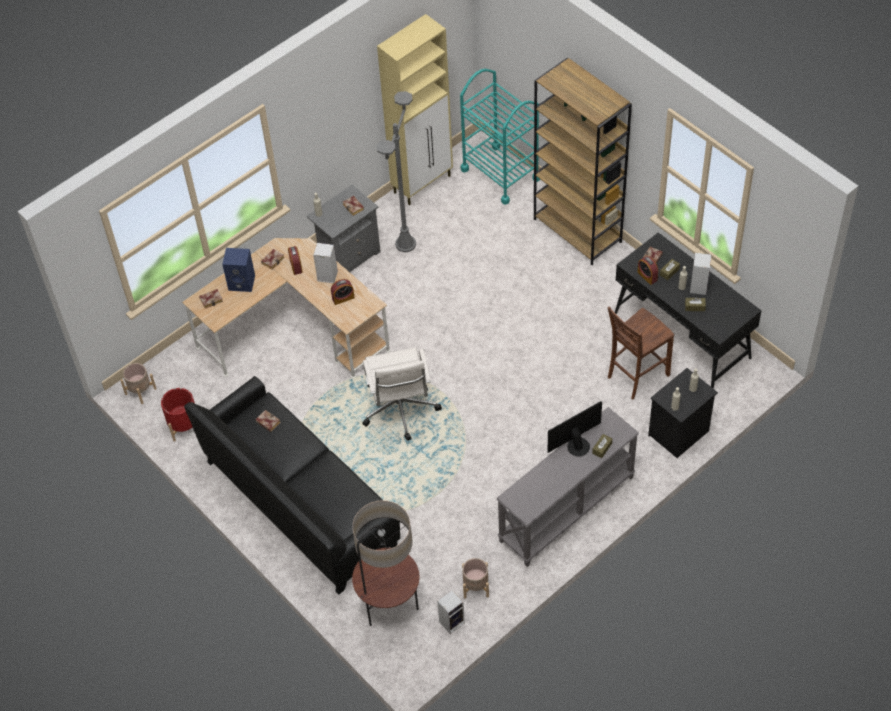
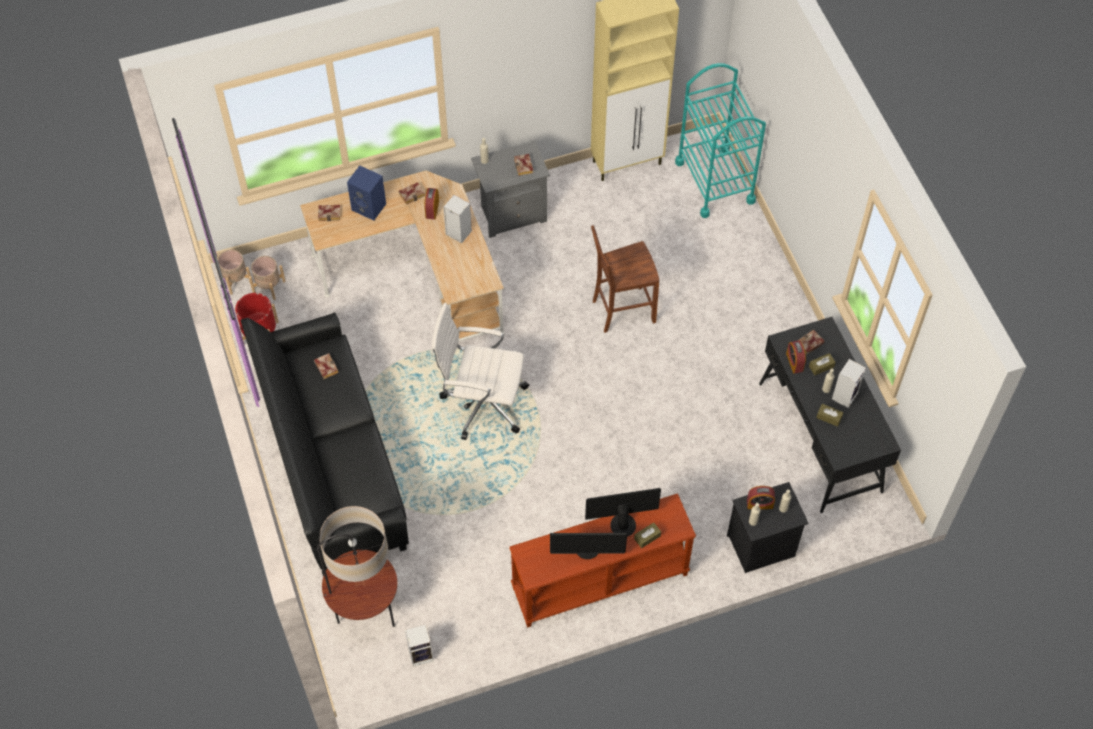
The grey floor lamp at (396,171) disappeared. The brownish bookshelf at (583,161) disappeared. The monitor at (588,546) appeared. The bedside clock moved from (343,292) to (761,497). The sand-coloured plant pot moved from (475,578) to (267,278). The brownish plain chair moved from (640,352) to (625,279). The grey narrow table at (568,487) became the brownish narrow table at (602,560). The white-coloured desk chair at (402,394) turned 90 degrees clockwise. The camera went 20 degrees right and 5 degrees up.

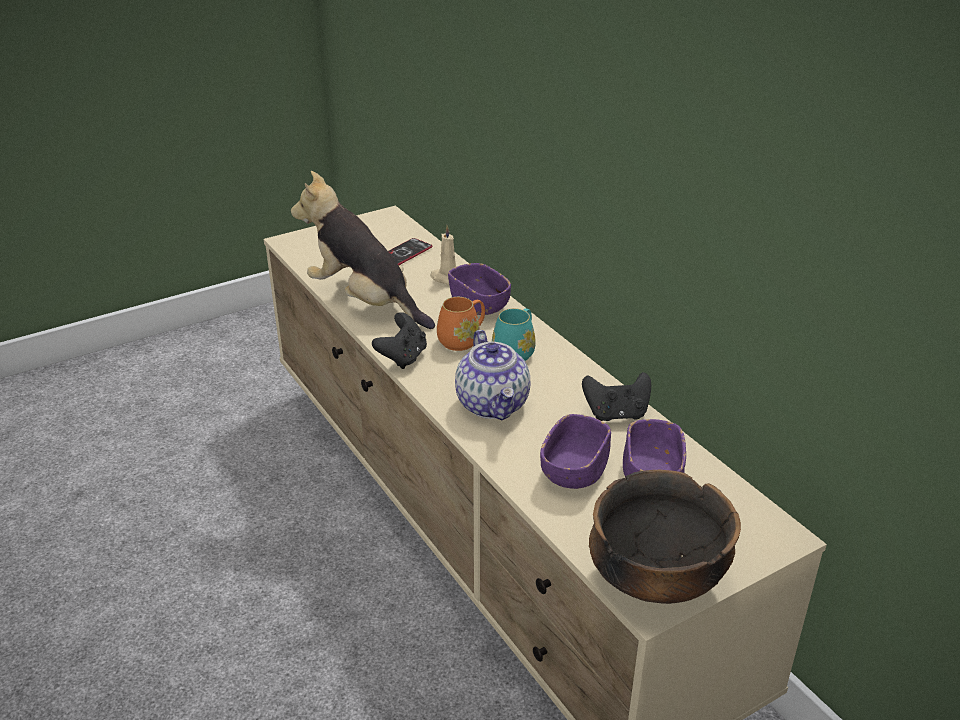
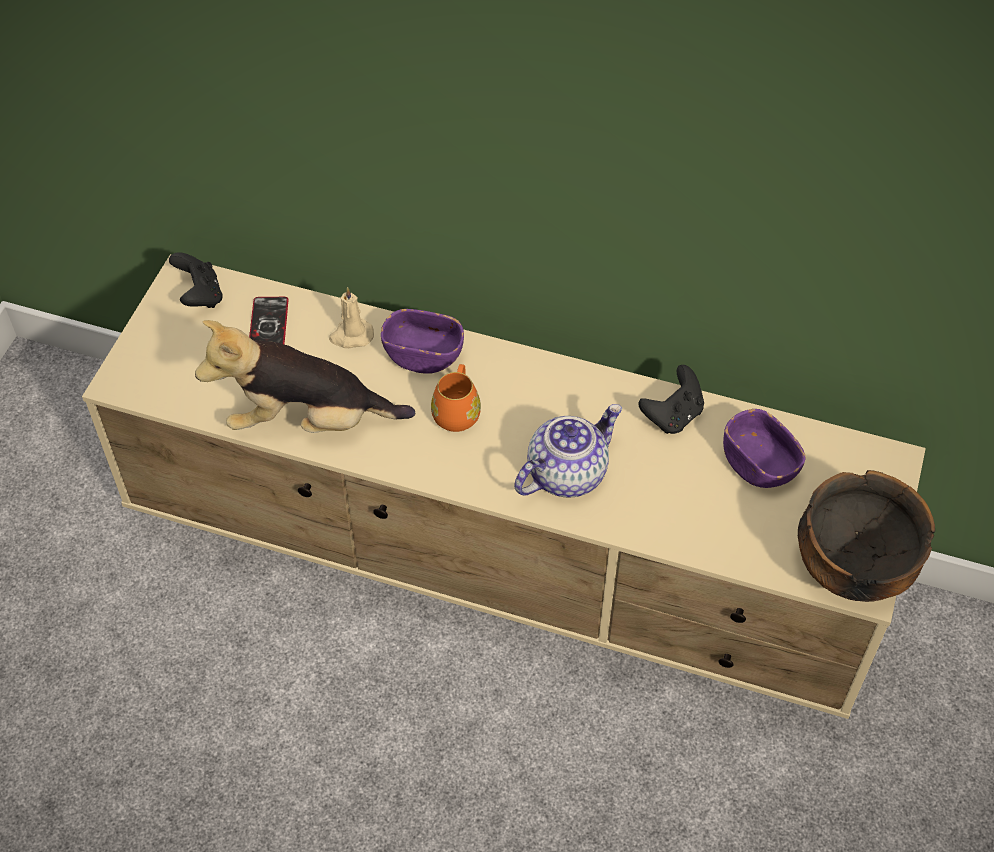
The turquoise-coloured mug at (514,334) disappeared. The purple deep dish at (575,451) disappeared. The black-coloured game controller moved from (399,340) to (196,280). The tea pot at (492,375) turned 75 degrees counterclockwise. The camera went 40 degrees left and 20 degrees up.

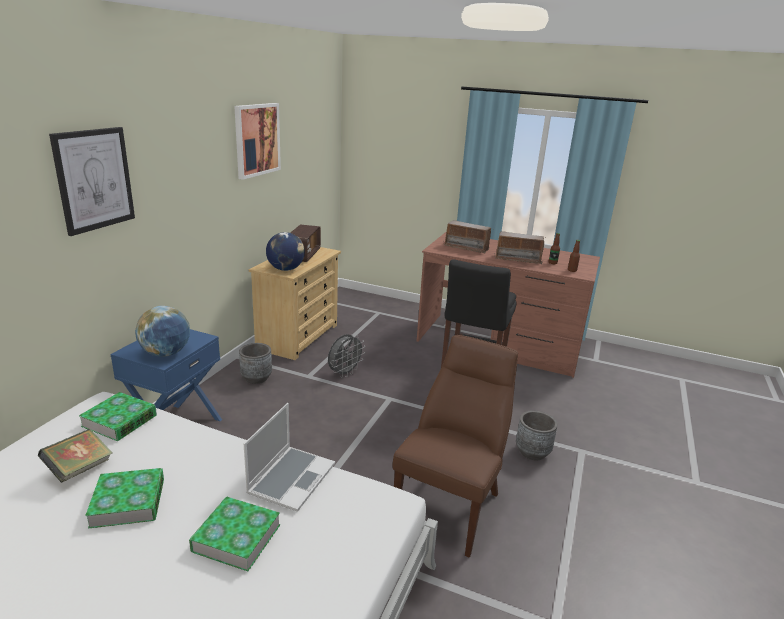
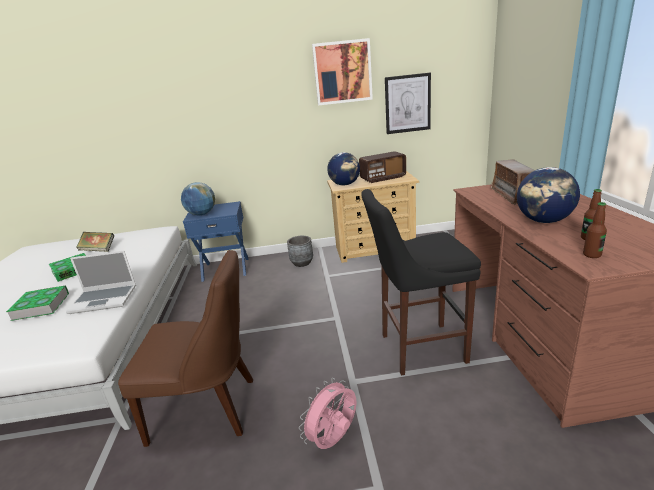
The bound book at (118,416) disappeared. The grey fan at (346,355) disappeared. The picture moved from (92,181) to (408,103). The radio at (519,247) was replaced by the world globe at (548,195). The grey plant pot at (537,435) was replaced by the pinkish fan at (328,413). The camera went 65 degrees right and 0 degrees up.

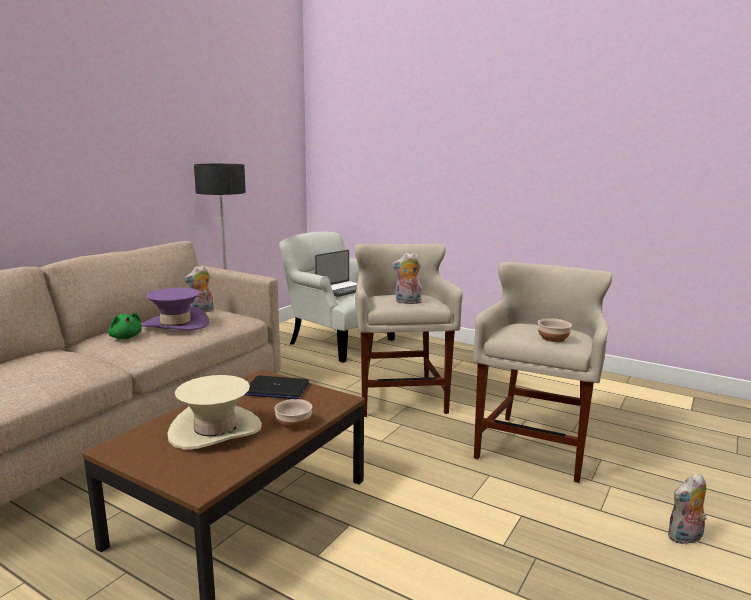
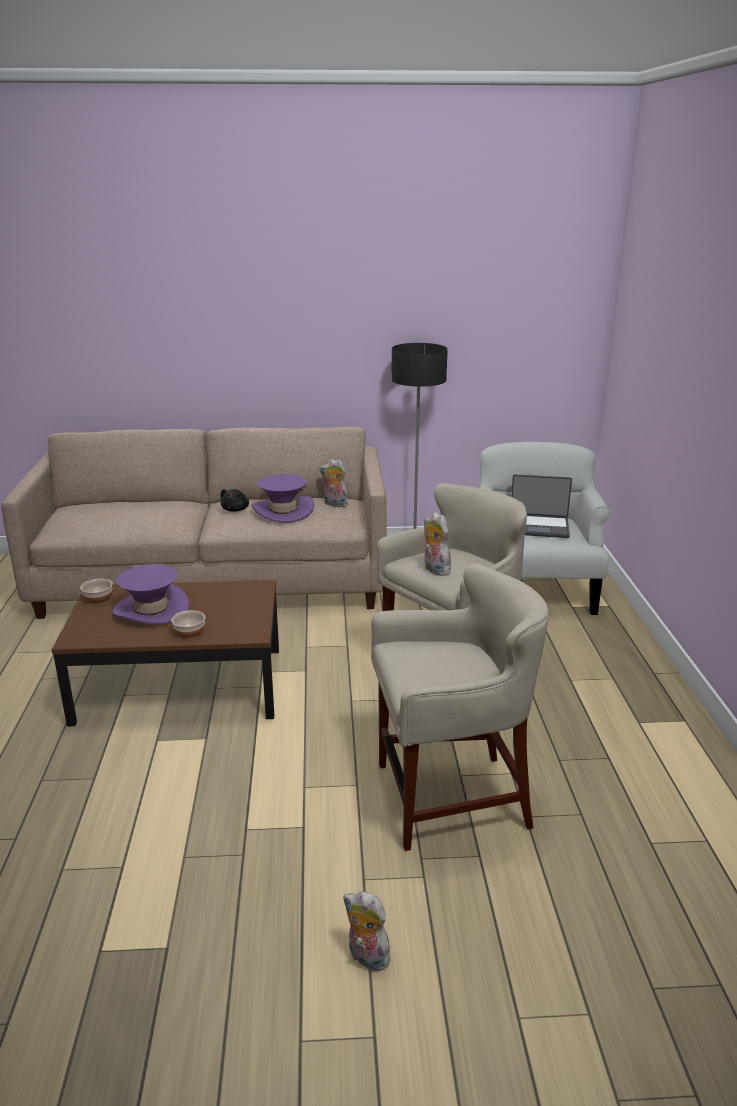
The portable computer at (277,387) disappeared. The deep dish moved from (555,330) to (96,591). The green-coloured cuddly toy at (125,326) became the black-coloured cuddly toy at (235,500). The sand-coloured hat at (214,412) became the purple hat at (151,594). The camera went 55 degrees right and 10 degrees up.

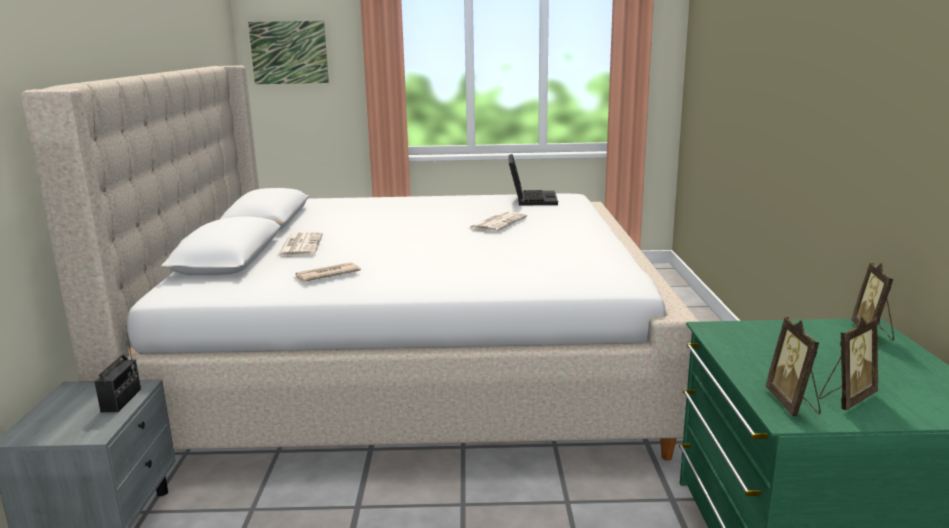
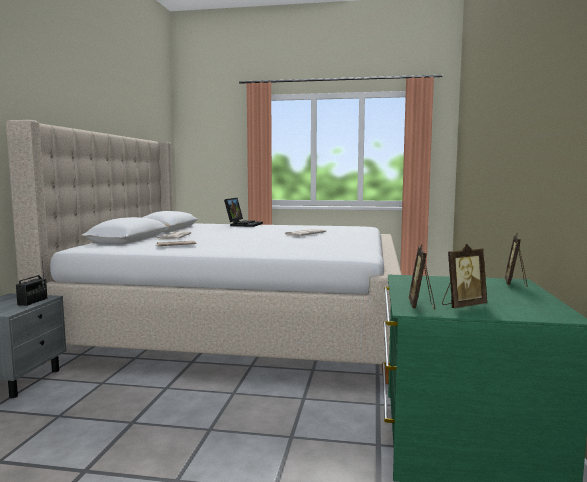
The picture at (288,52) disappeared. The portable computer moved from (533,179) to (243,212). The camera went 10 degrees right and 10 degrees down.

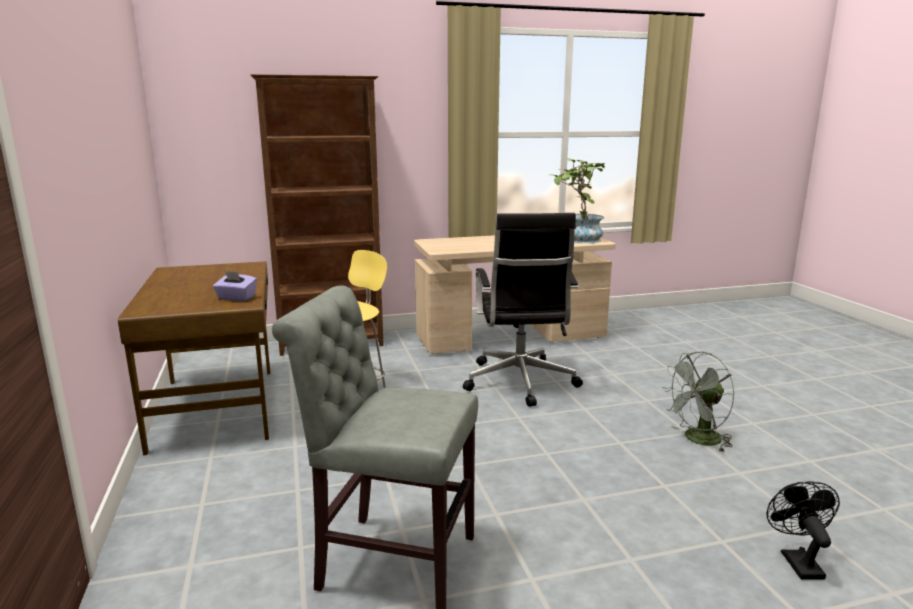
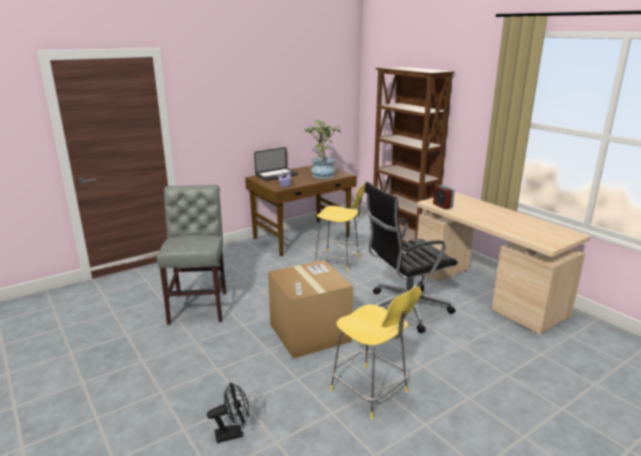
The portable computer at (276,164) appeared. The packing box at (310,309) appeared. The bedside clock at (443,197) appeared. The plant in a pot moved from (577,200) to (321,149). The grey fan at (698,402) was replaced by the yellow-coloured stool seat at (375,352). The camera went 70 degrees right and 5 degrees up.

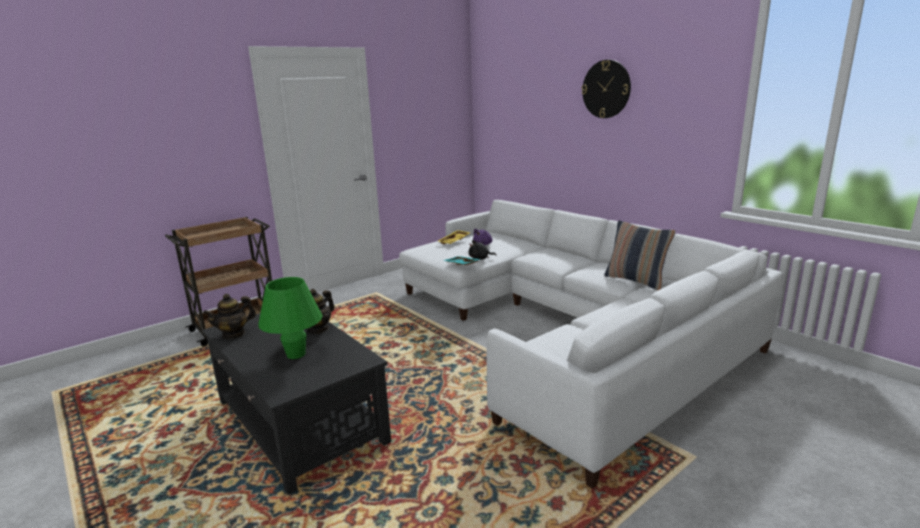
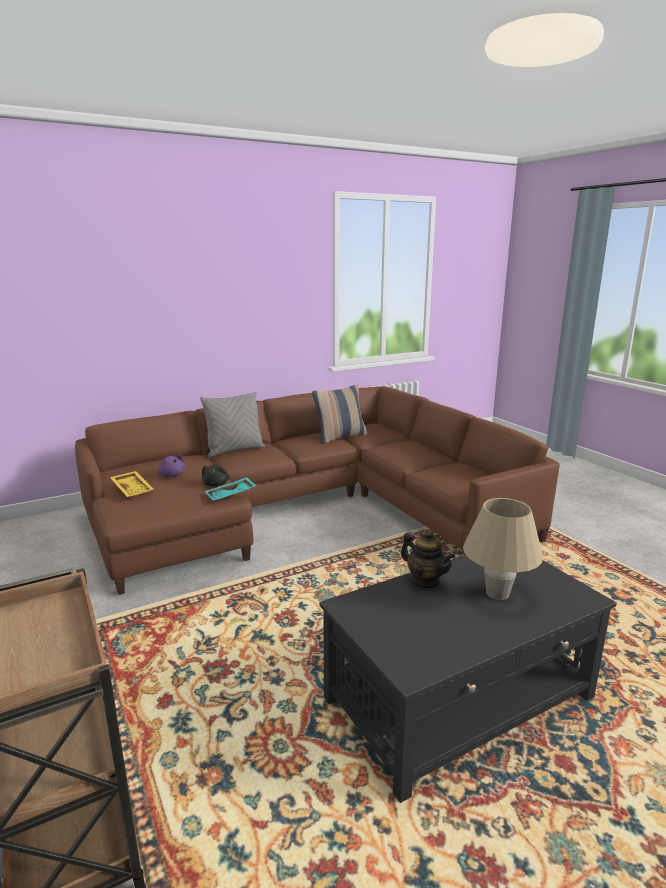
The tea pot at (229,316) disappeared. The hanging clock at (606,89) disappeared. The grey pillow at (232,424) appeared. The green-coloured table lamp at (290,318) became the sand-coloured table lamp at (503,549). The white-coloured couch at (591,344) became the brownish couch at (317,490). The camera went 80 degrees left and 0 degrees up.

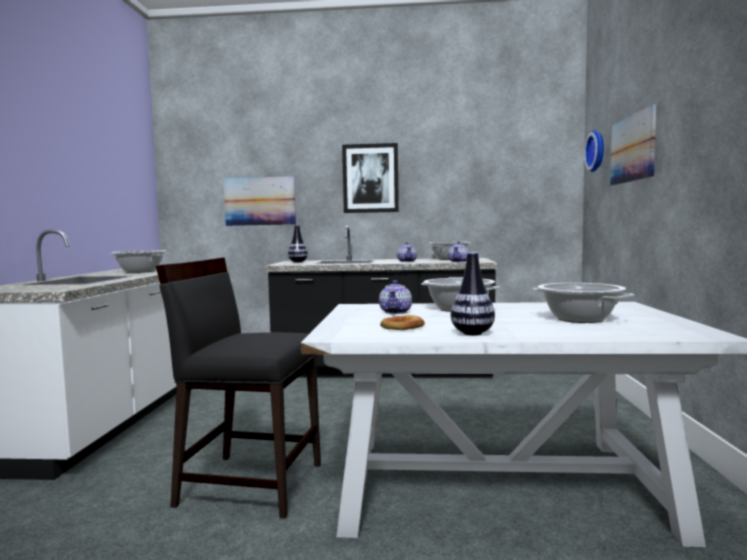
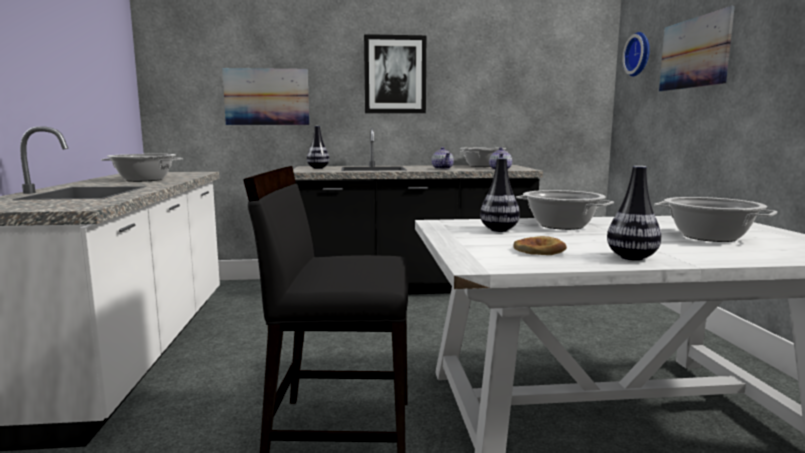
The tea pot at (395,297) was replaced by the decorative vase at (500,195). The camera went 10 degrees left and 5 degrees up.

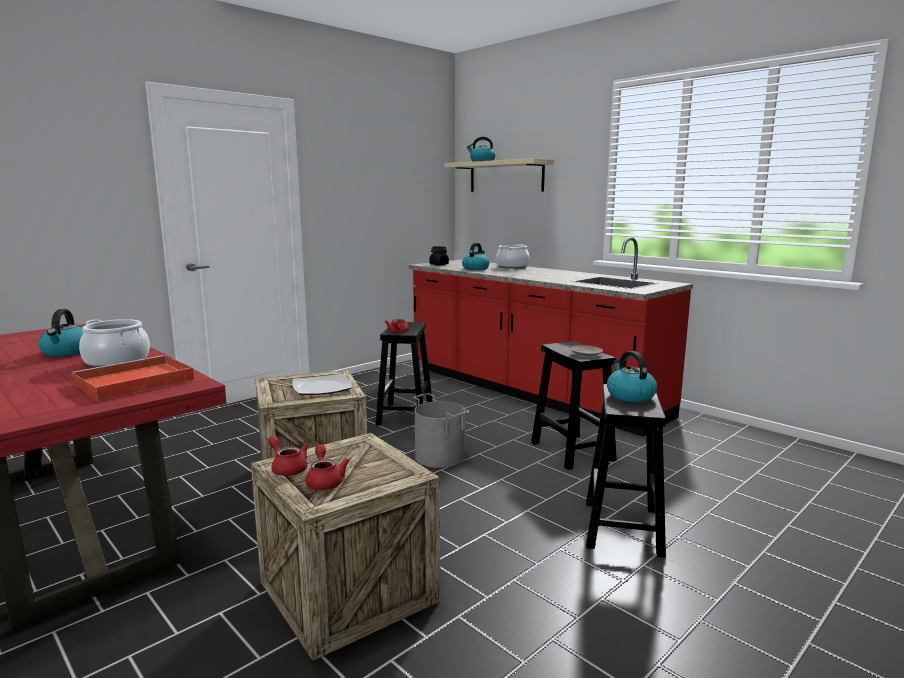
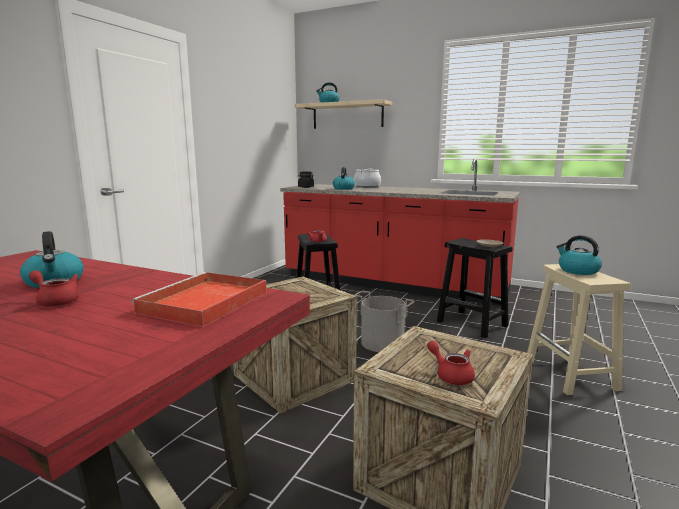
The cooking pot at (114,343) disappeared. The dinner plate at (322,384) disappeared. The reddish tea pot moved from (288,456) to (54,289). The black-coloured stool seat at (626,470) became the sand-coloured stool seat at (579,329). The camera went 20 degrees left and 0 degrees up.

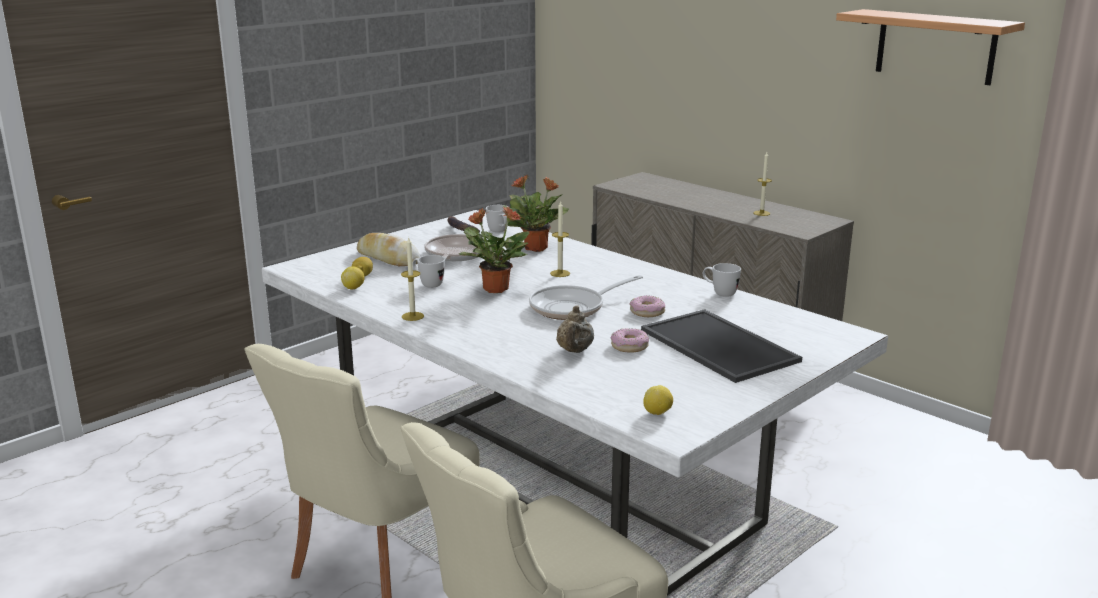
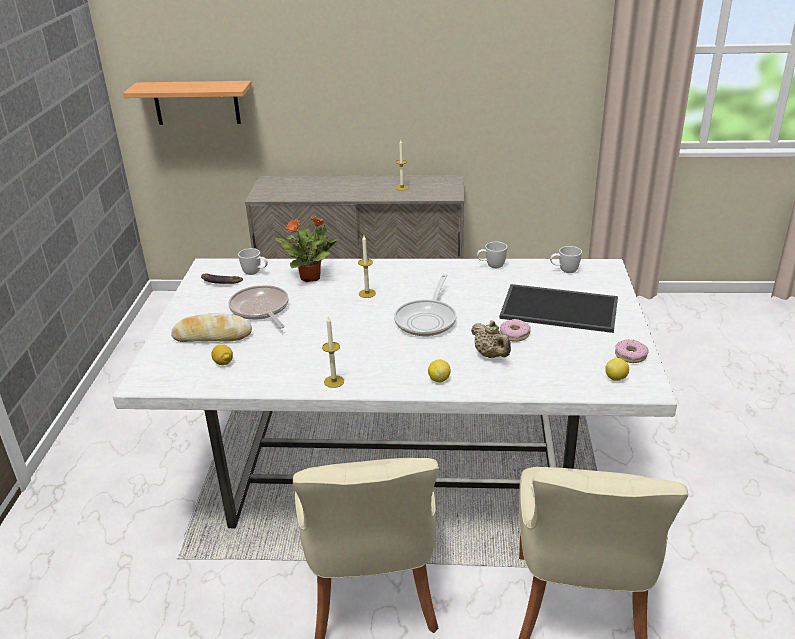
The plant in a pot at (494,249) disappeared. The lemon moved from (353,277) to (439,370). The white-coloured mug moved from (429,271) to (566,259). The ring doughnut moved from (647,306) to (632,351). The shelf moved from (930,47) to (187,103). The camera went 40 degrees left and 10 degrees up.

